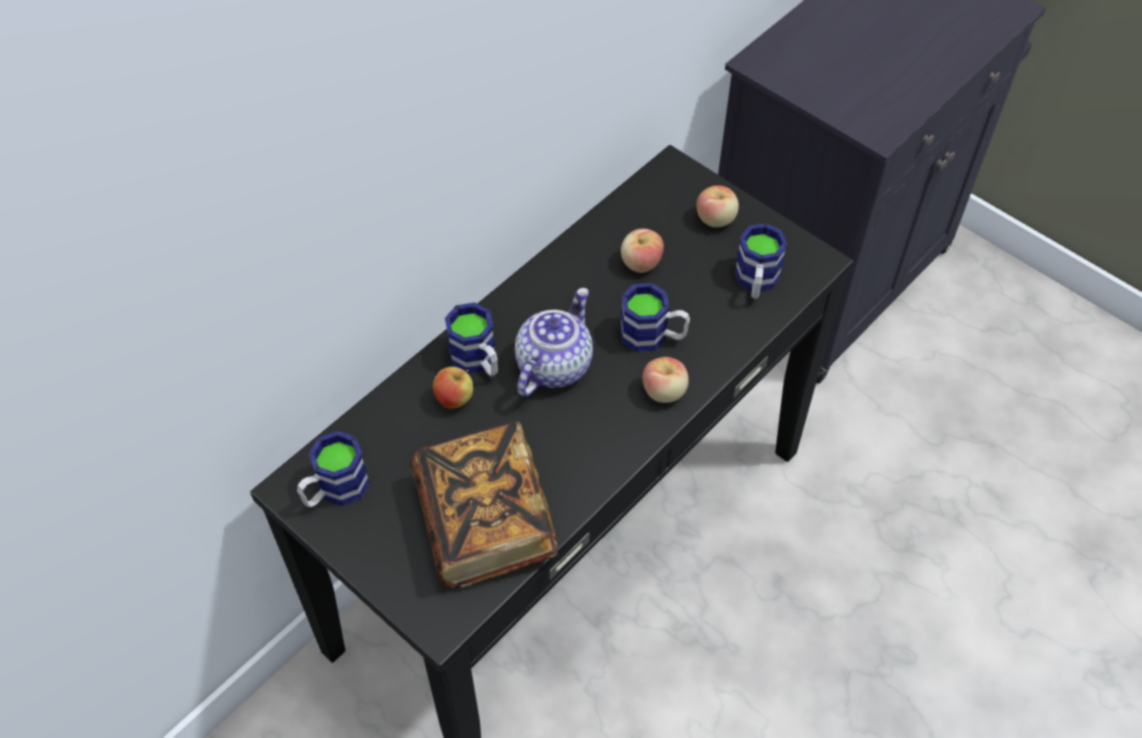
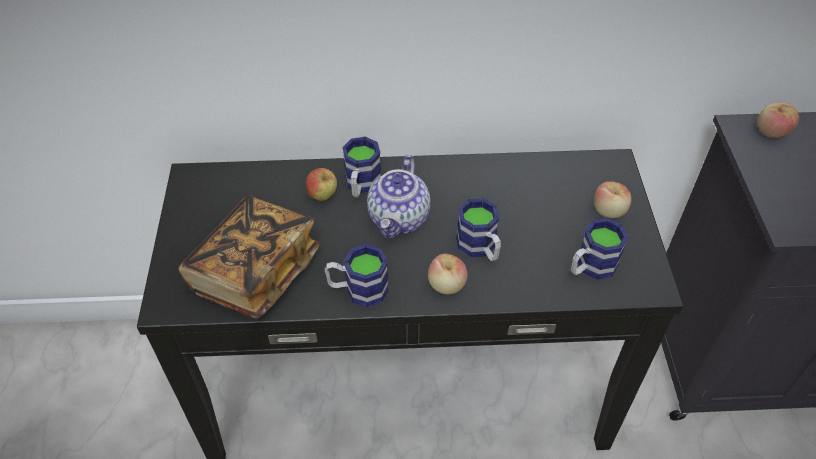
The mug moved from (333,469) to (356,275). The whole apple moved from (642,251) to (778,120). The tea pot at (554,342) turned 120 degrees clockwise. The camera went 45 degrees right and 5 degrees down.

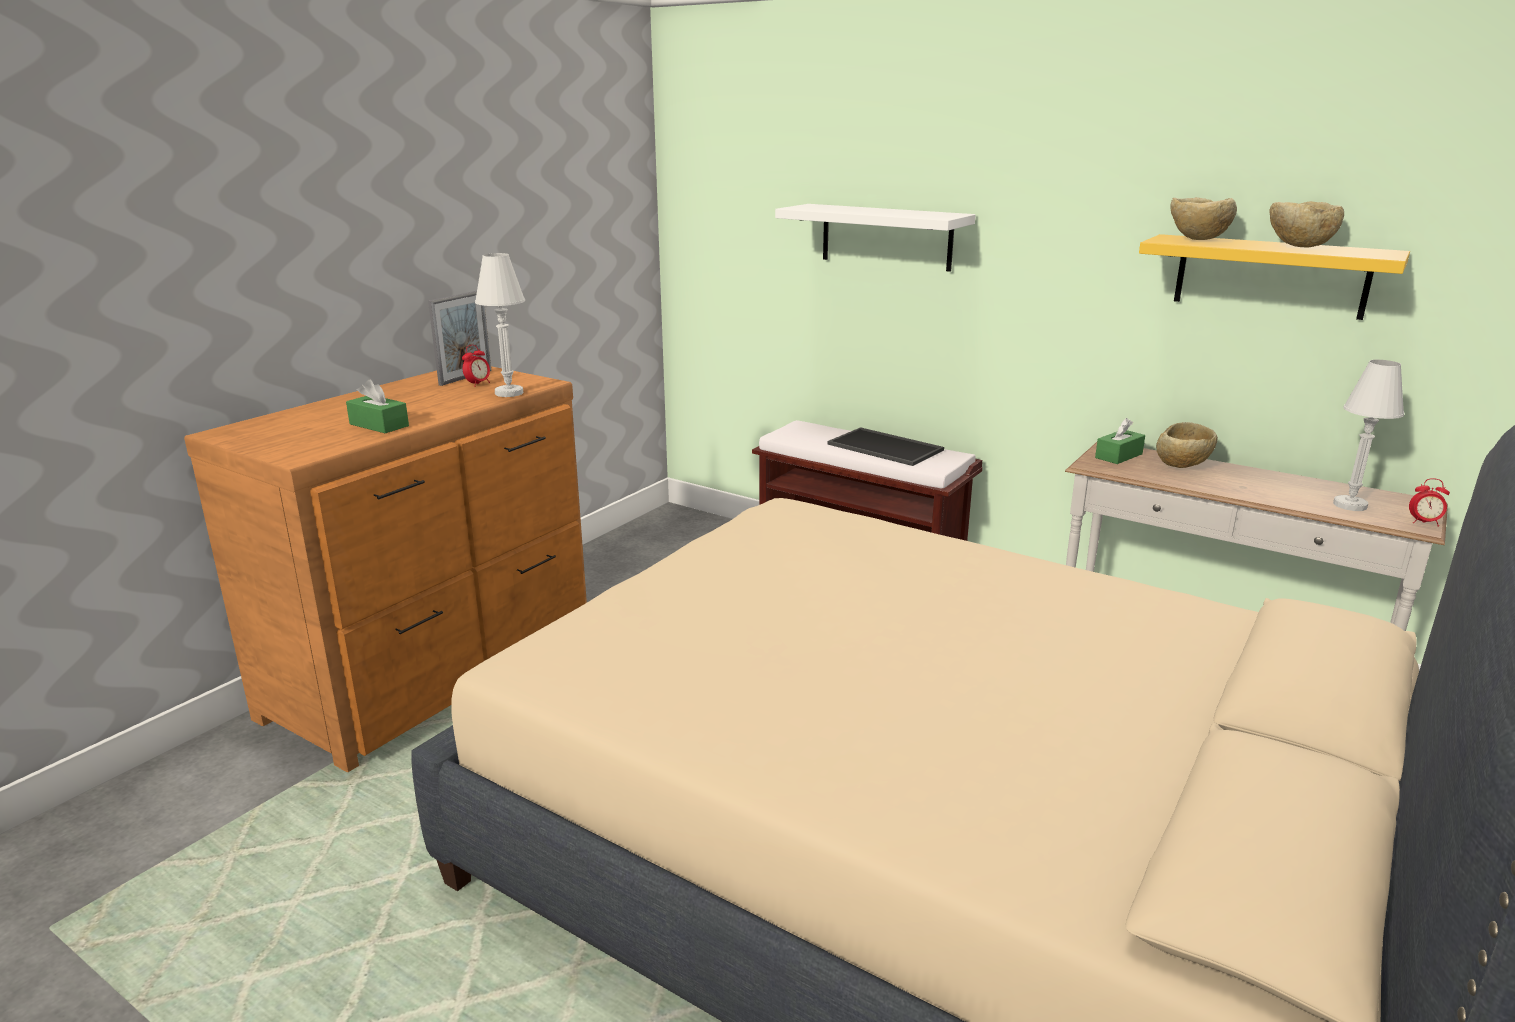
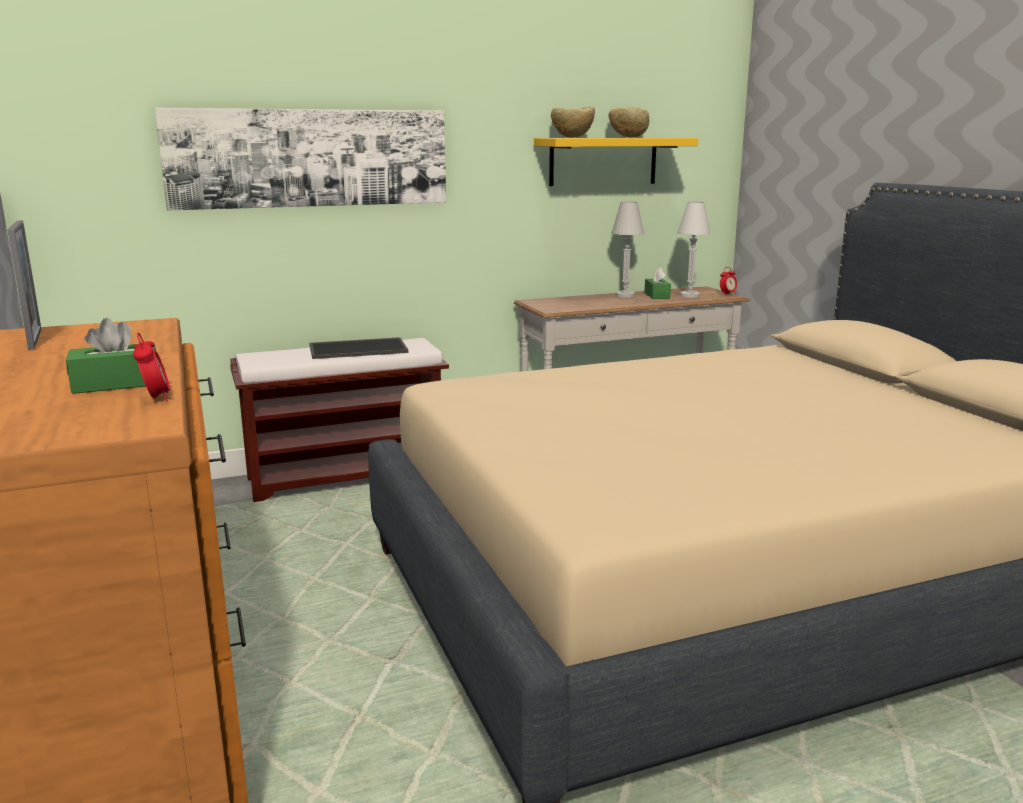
The sand-coloured deep dish at (1187,445) disappeared. The bedside clock moved from (476,366) to (151,367). The white-coloured table lamp moved from (500,325) to (627,249). The green-coloured tissue holder moved from (1120,441) to (657,283). The white-coloured shelf at (875,238) was replaced by the picture at (300,159). The camera went 55 degrees left and 5 degrees down.

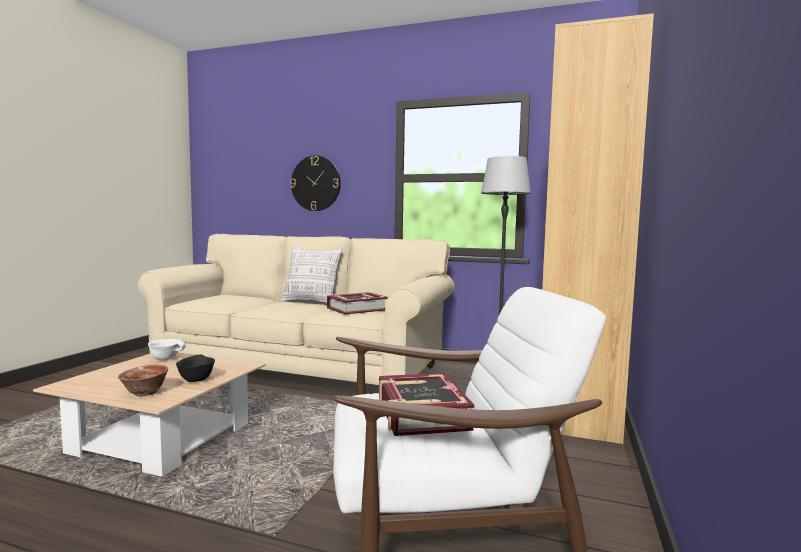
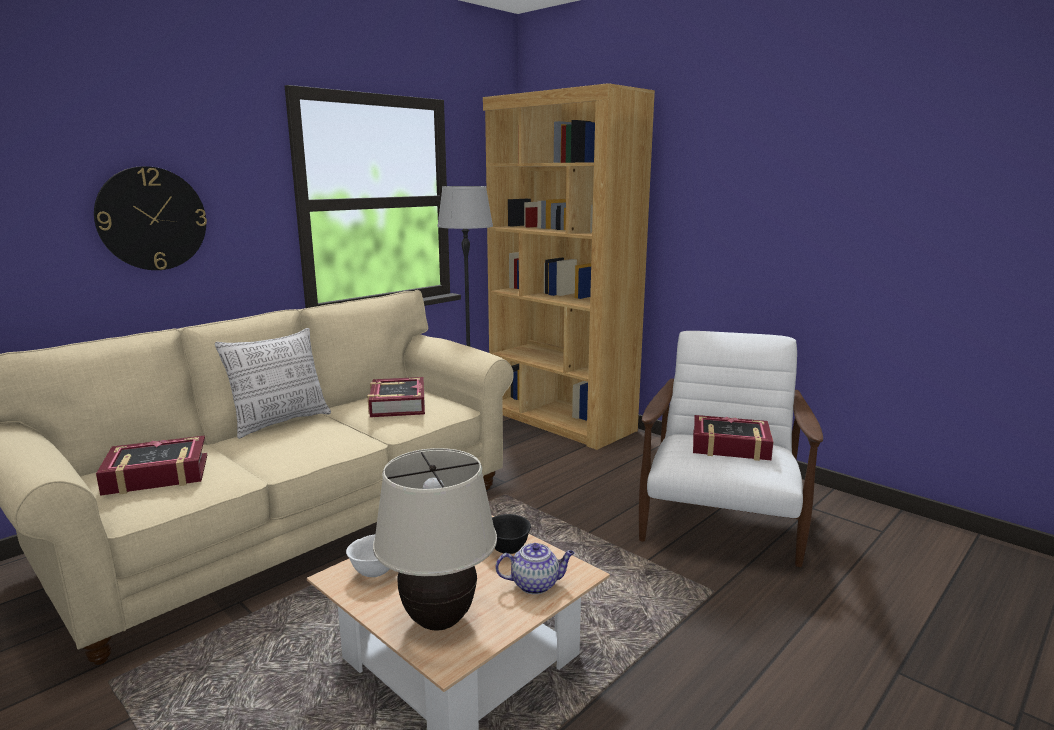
The bound book at (151,465) appeared. The sand-coloured table lamp at (435,539) appeared. The deep dish at (143,380) was replaced by the tea pot at (535,568). The camera went 65 degrees left and 10 degrees up.

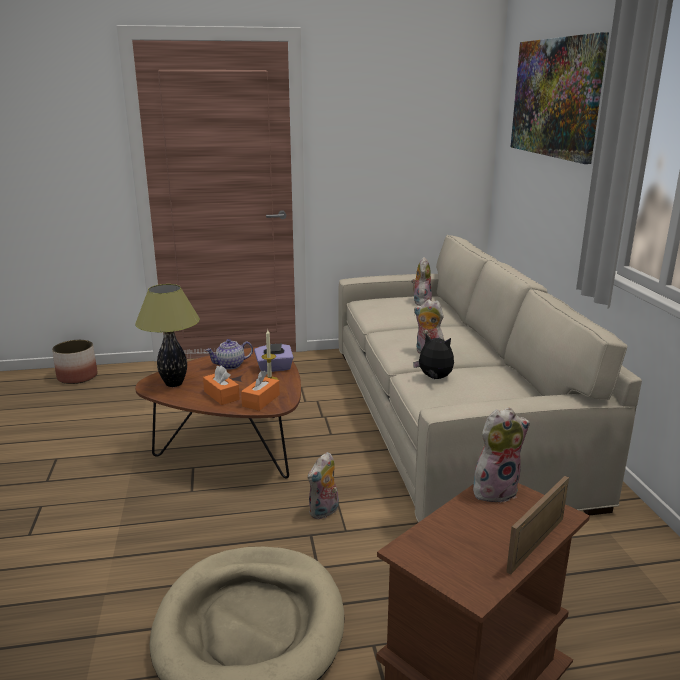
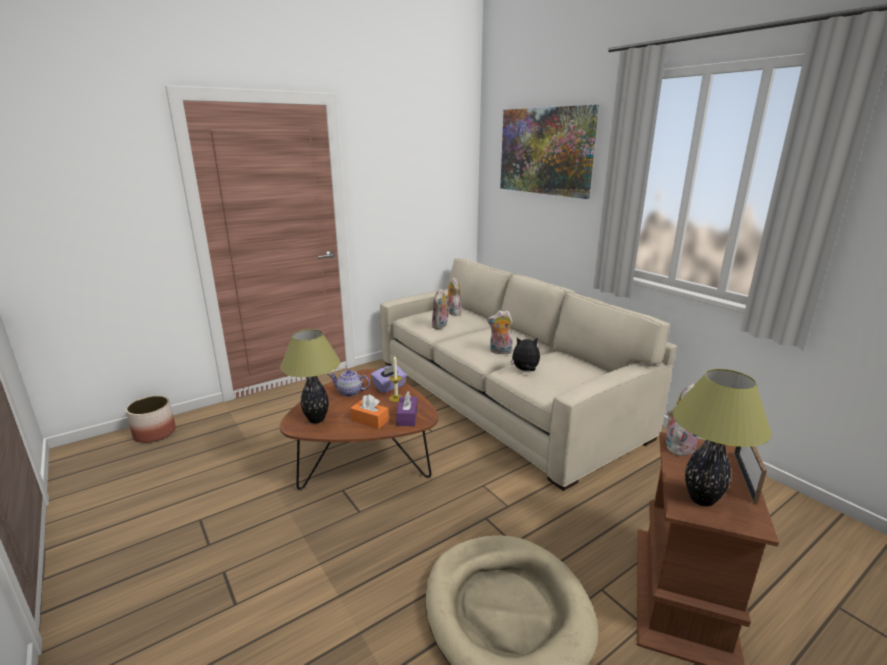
The table lamp at (722,437) appeared. The cuddly toy moved from (323,486) to (441,308). The orange tissue holder at (260,391) became the purple tissue holder at (406,409). The tea pot at (229,354) turned 60 degrees clockwise. The camera went 25 degrees left and 0 degrees up.

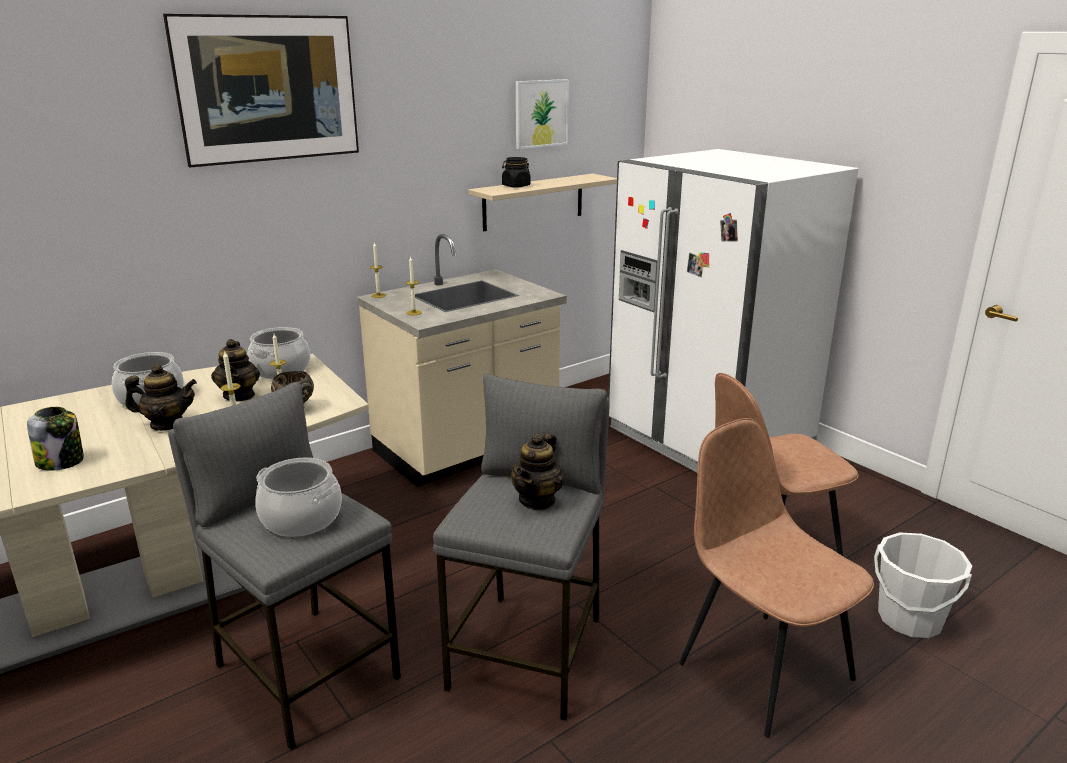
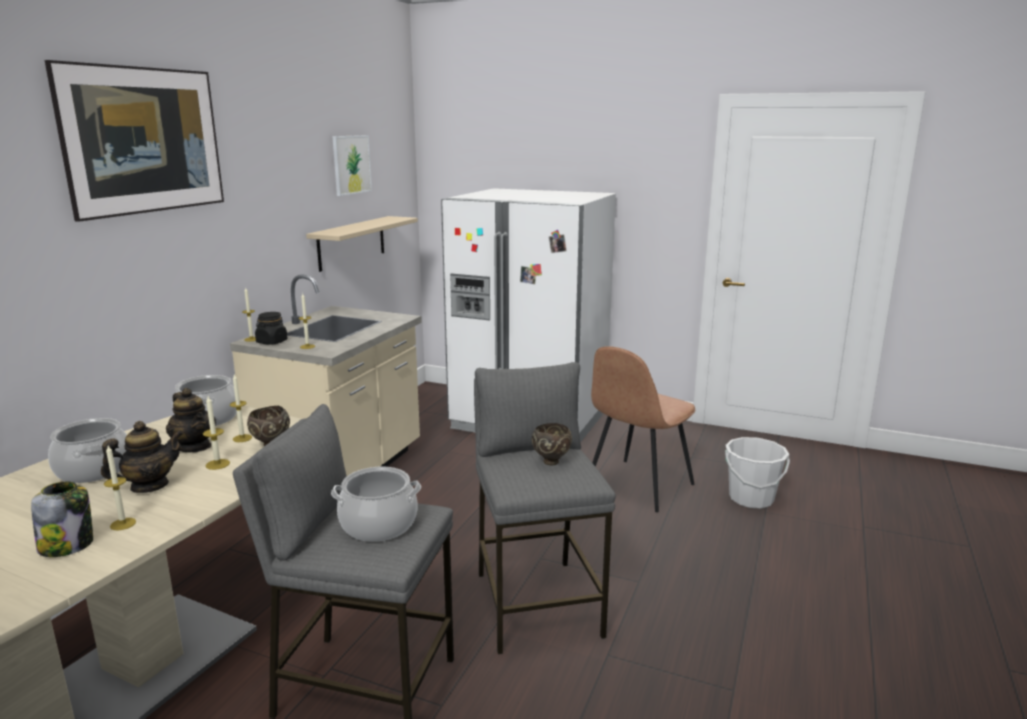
The brownish plain chair at (776,578) disappeared. The wax candle at (120,488) appeared. The black-coloured jar moved from (516,172) to (271,328). The tea pot at (537,471) was replaced by the brownish deep dish at (552,444). The camera went 30 degrees left and 5 degrees down.

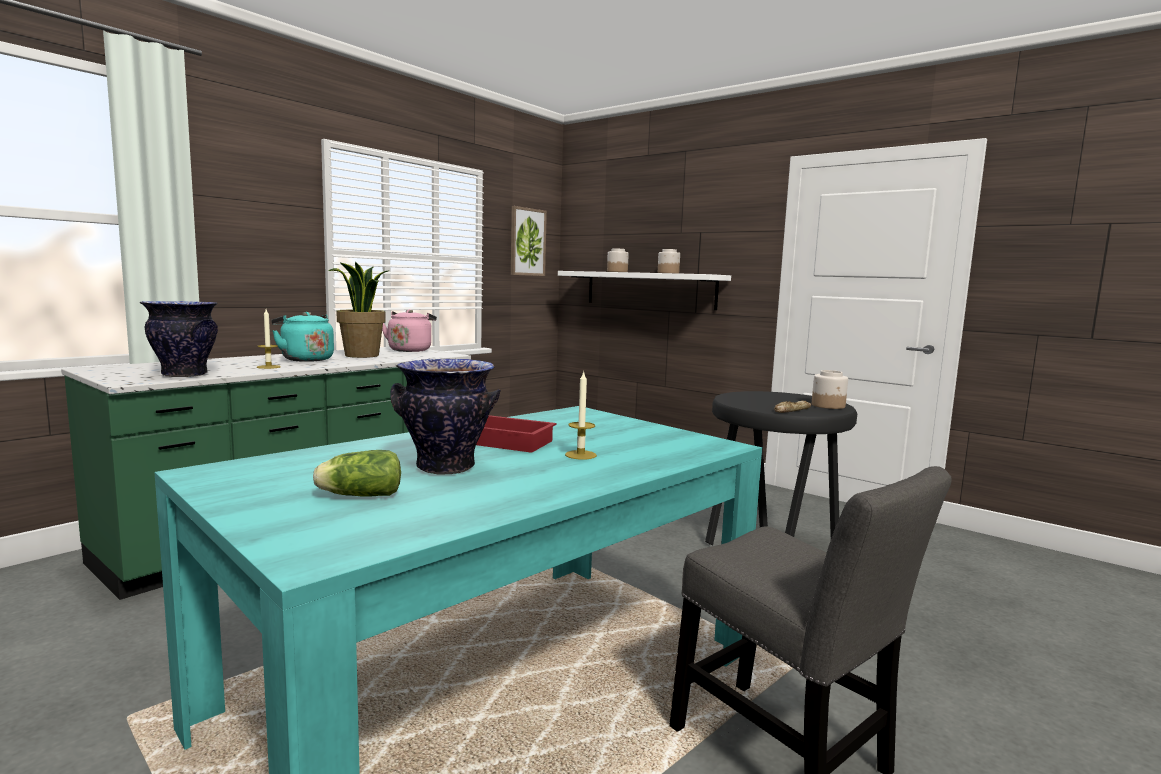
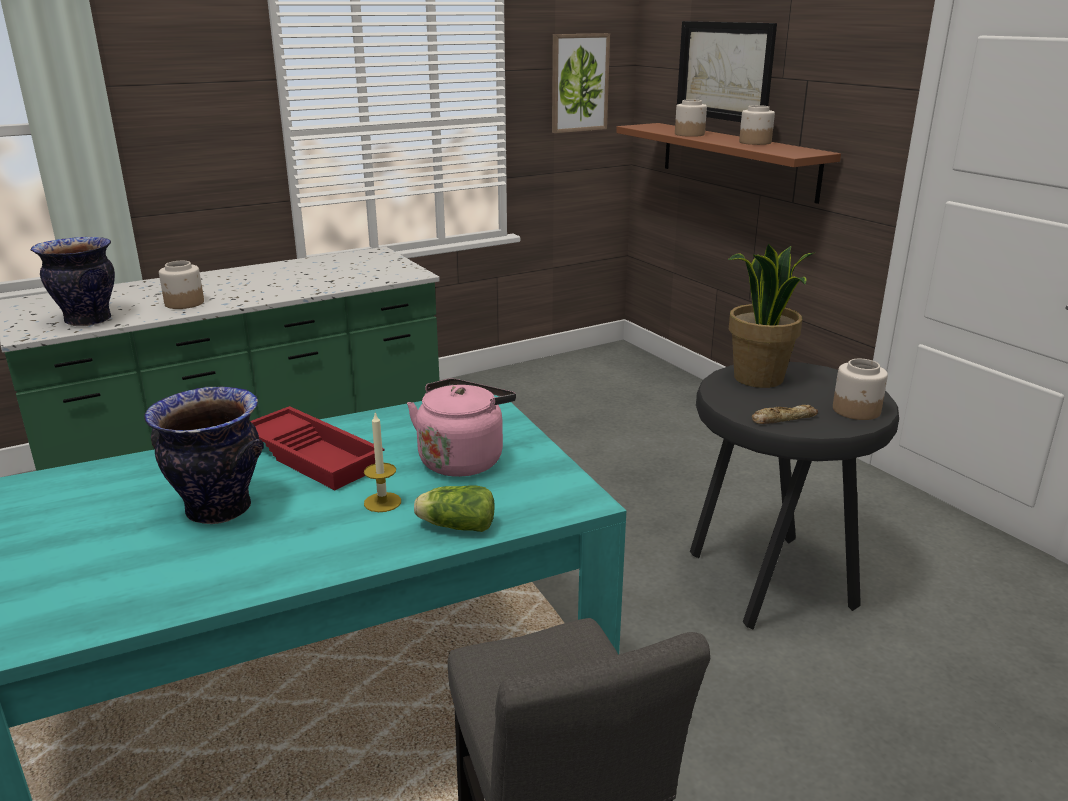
The turquoise-coloured water kettle at (302,337) disappeared. The picture at (727,71) appeared. The head of lettuce moved from (357,473) to (454,509). The plant in a pot moved from (358,309) to (772,315). The pinkish water kettle moved from (409,330) to (461,427). The wax candle at (269,339) was replaced by the jar at (181,285). The white-coloured shelf at (644,290) became the brownish shelf at (728,163). The camera went 20 degrees right and 15 degrees up.

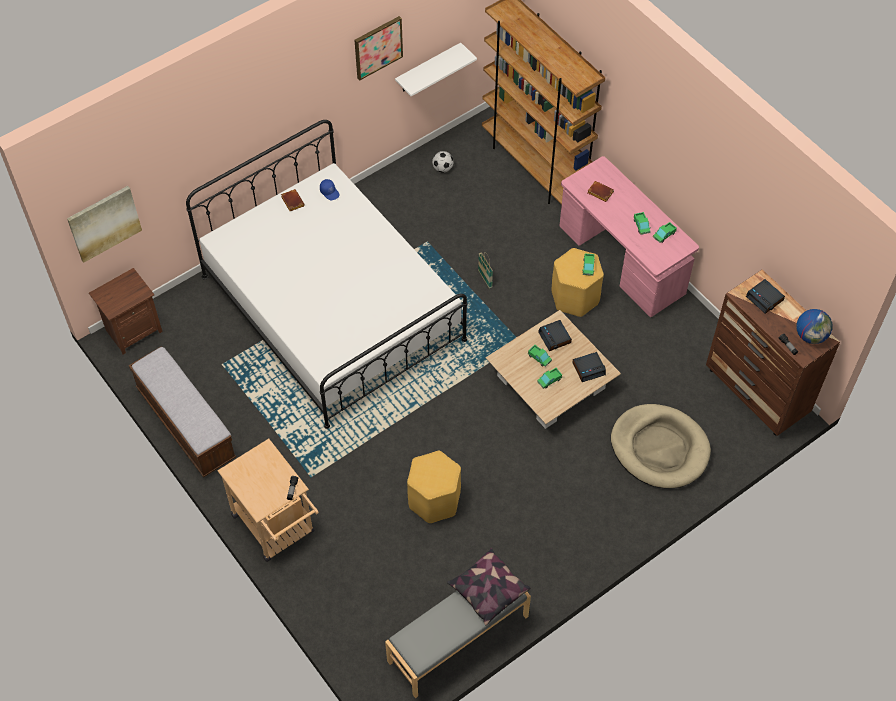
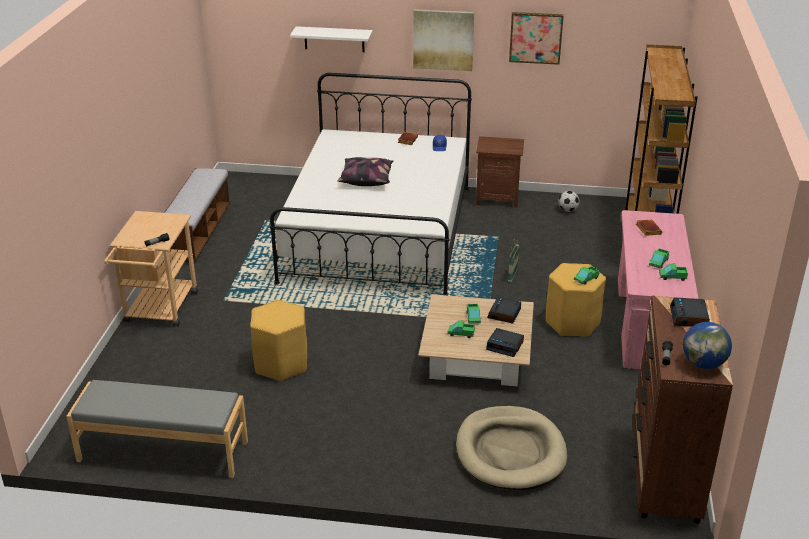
The picture moved from (104,224) to (443,40). The brownish nightstand moved from (126,311) to (500,172). The white-coloured shelf moved from (436,69) to (331,39). The pillow moved from (489,586) to (365,171). The camera went 45 degrees right and 25 degrees down.

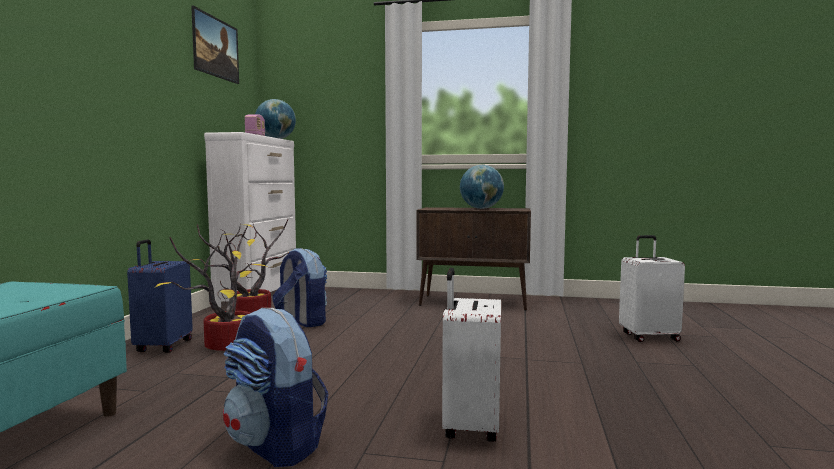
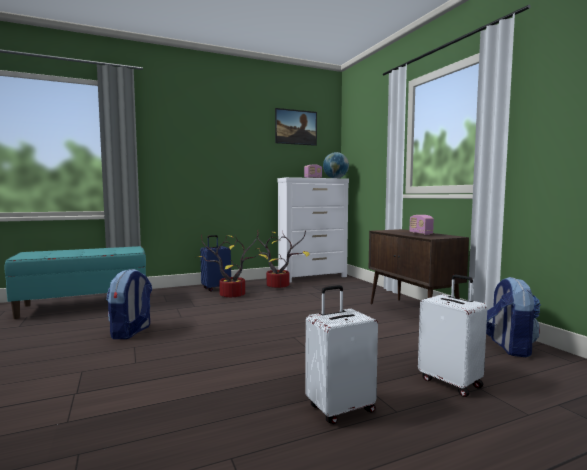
The knapsack moved from (300,287) to (513,317). The white-coloured suitcase moved from (471,355) to (341,354). The world globe at (482,187) was replaced by the radio at (421,225). The camera went 55 degrees right and 0 degrees up.

